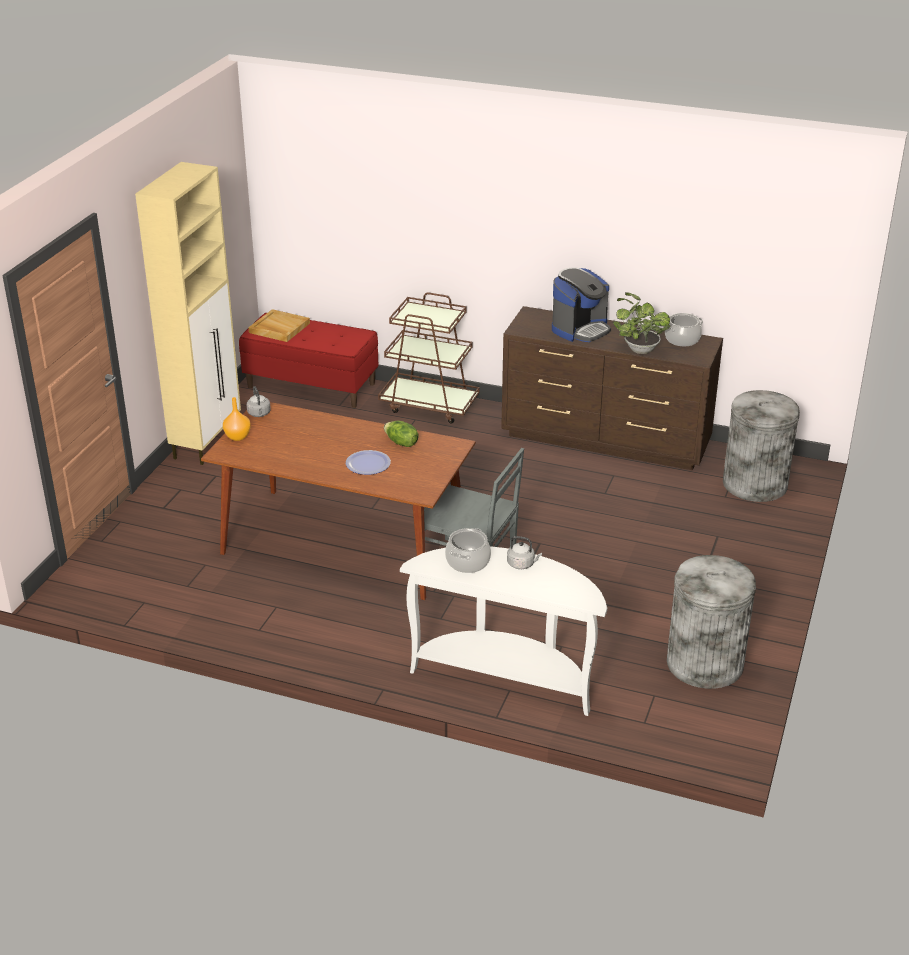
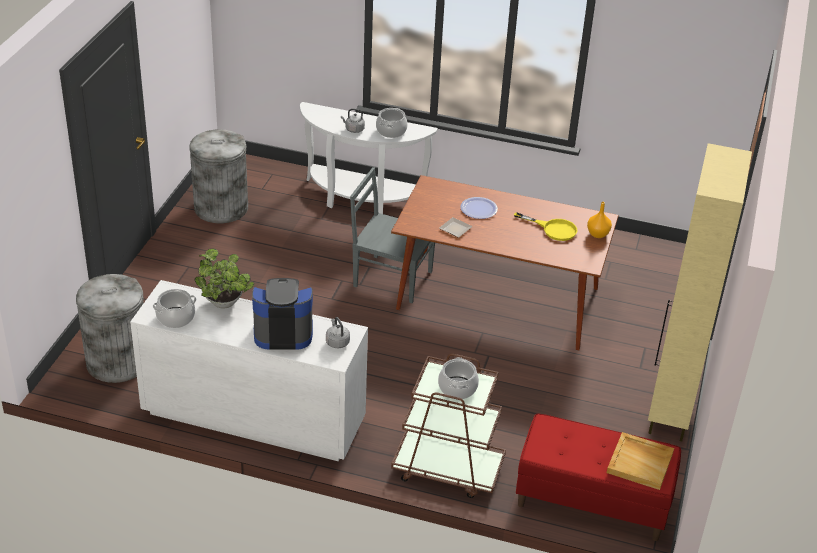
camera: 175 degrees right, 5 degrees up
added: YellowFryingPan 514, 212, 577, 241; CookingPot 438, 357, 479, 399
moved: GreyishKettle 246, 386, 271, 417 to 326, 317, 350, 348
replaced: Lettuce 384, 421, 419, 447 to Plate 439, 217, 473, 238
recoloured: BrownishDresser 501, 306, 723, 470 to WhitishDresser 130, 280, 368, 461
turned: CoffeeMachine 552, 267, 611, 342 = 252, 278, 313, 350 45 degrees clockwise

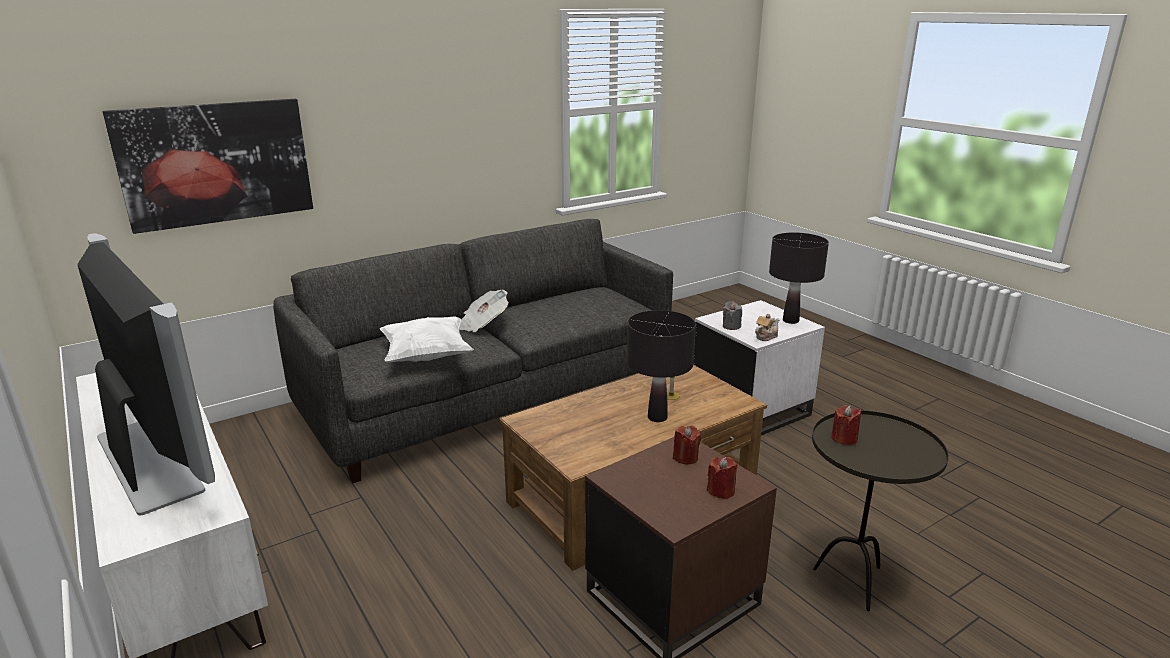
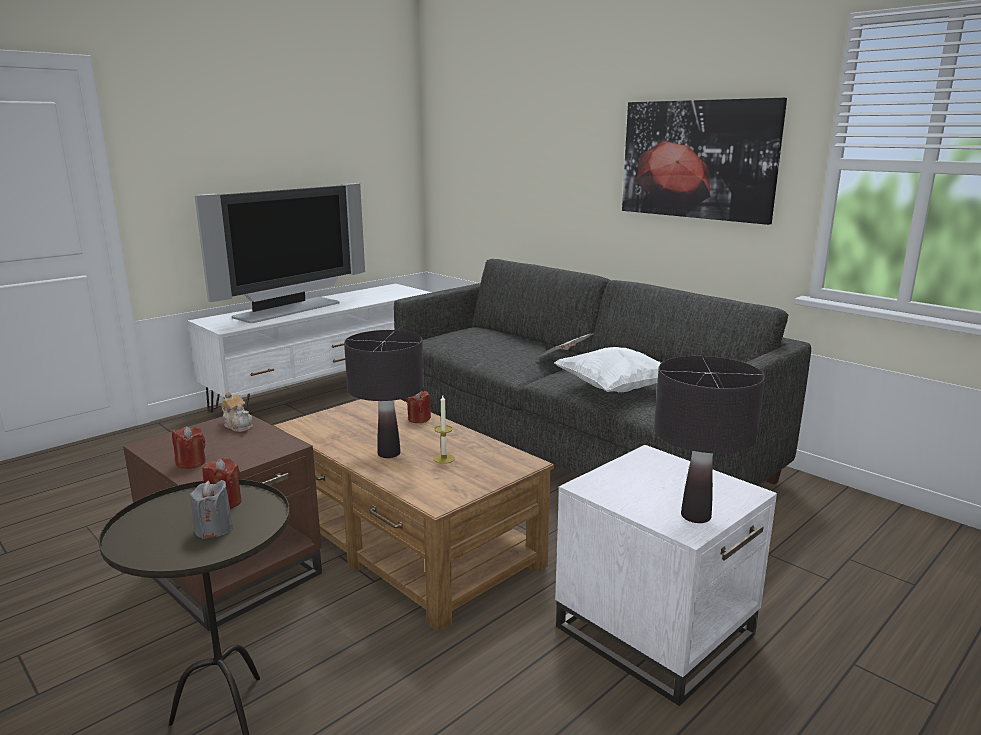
camera: 80 degrees right, 5 degrees down
moved: Picture 103, 99, 313, 234 to 622, 98, 787, 225; GreyishCandle 723, 301, 742, 330 to 190, 480, 233, 539; PotForTea 755, 314, 780, 341 to 220, 392, 253, 432; WhitishCushion 380, 316, 474, 363 to 554, 347, 661, 392; RedCandle 673, 426, 701, 464 to 407, 391, 431, 423

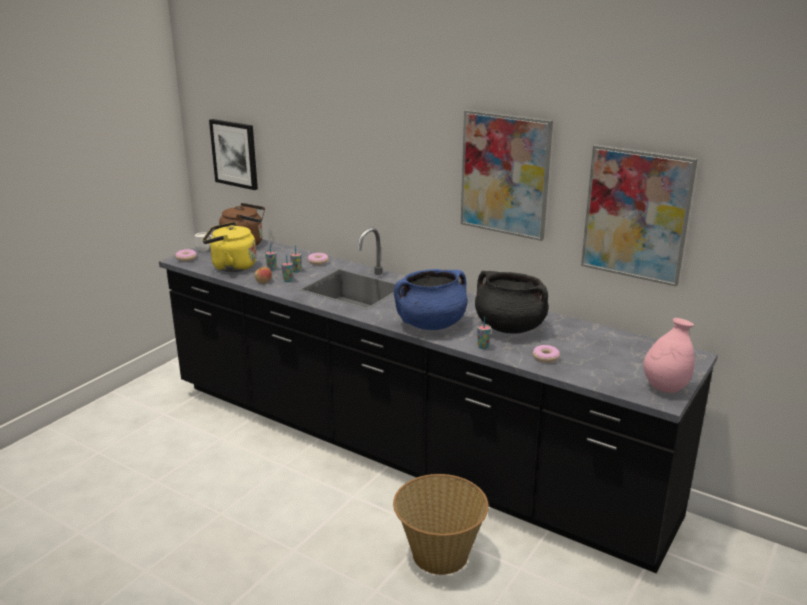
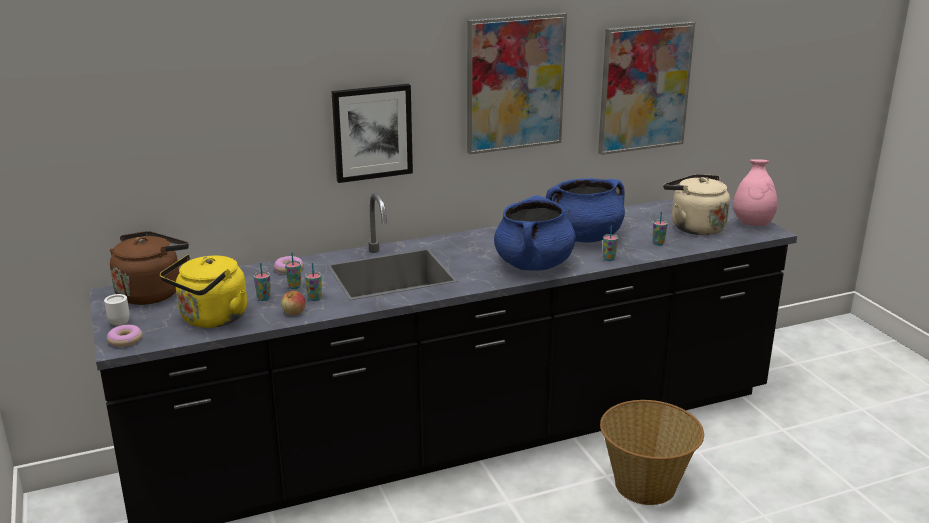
camera: 55 degrees left, 0 degrees up
added: BeigeColouredKettle 663, 174, 730, 235
moved: Picture 209, 119, 258, 190 to 331, 84, 413, 183
replaced: RingDoughnut 533, 345, 560, 363 to SmallCup 653, 211, 668, 246
recoloured: BlackCookingPot 475, 271, 549, 334 to BlueCookingPot 546, 178, 625, 243

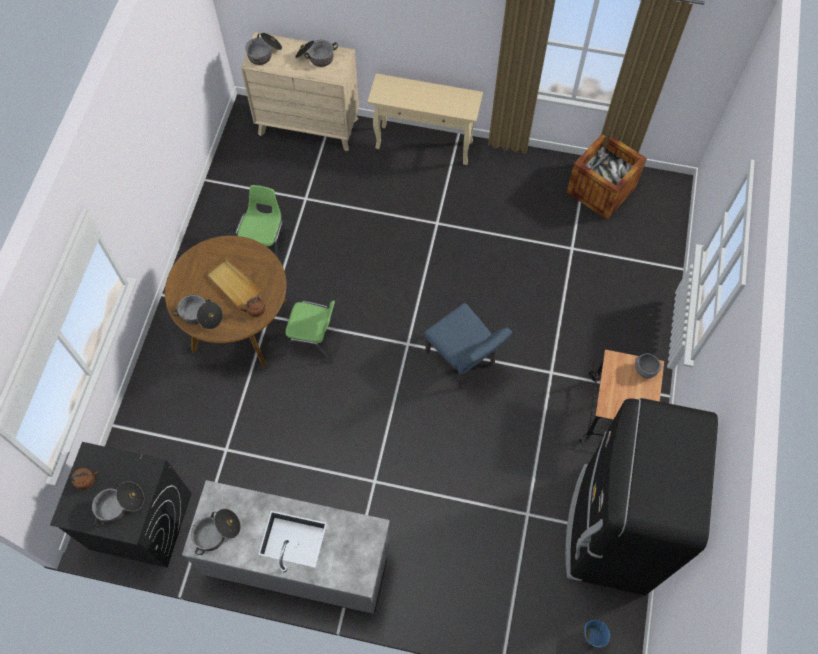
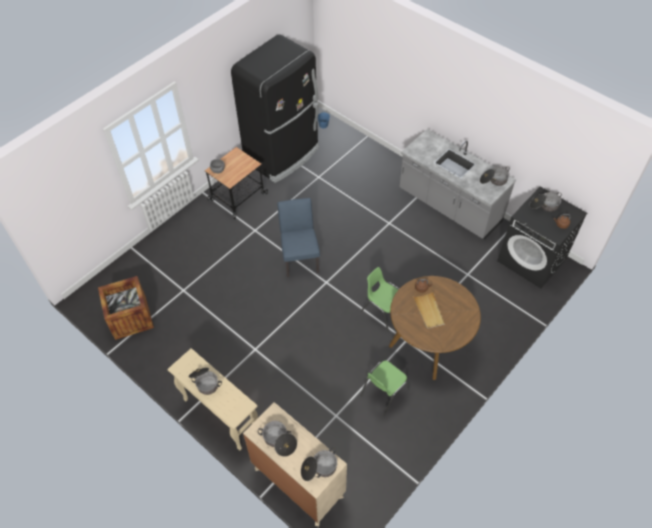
camera: 150 degrees left, 10 degrees down
moved: CookingPot 172, 294, 223, 329 to 189, 368, 222, 395

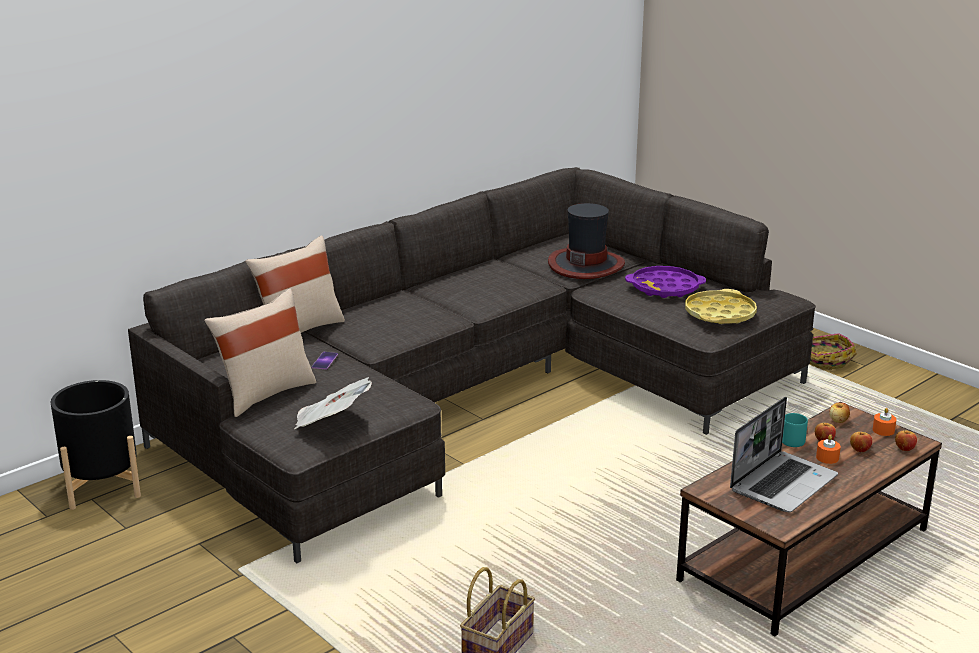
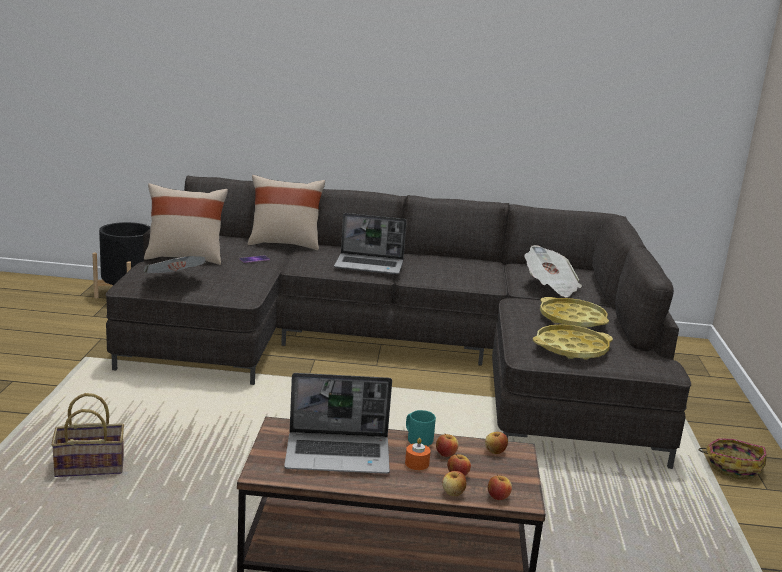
camera: 45 degrees right, 5 degrees down
removed: OrangeyCandle 873, 408, 897, 436
added: PortableComputer 334, 213, 407, 274; AppleFruit 442, 471, 466, 496
replaced: WearableHat 548, 203, 625, 279 to PrintedPaper 524, 245, 582, 297
recoloured: PurpleTray 625, 266, 706, 298 to YellowTray 540, 297, 609, 328

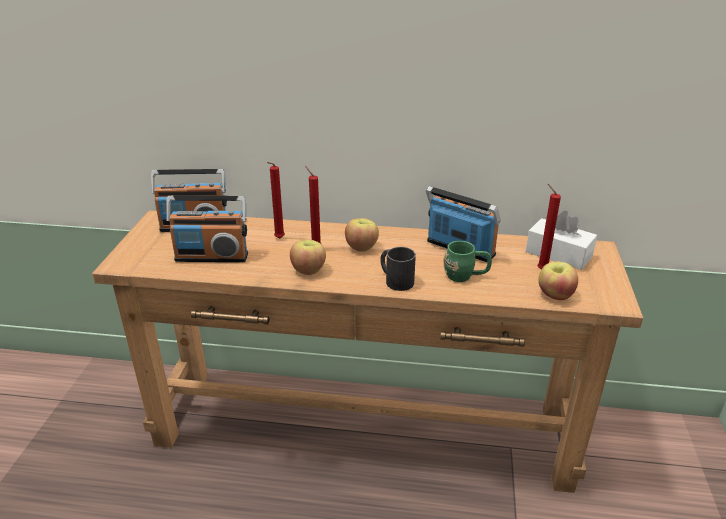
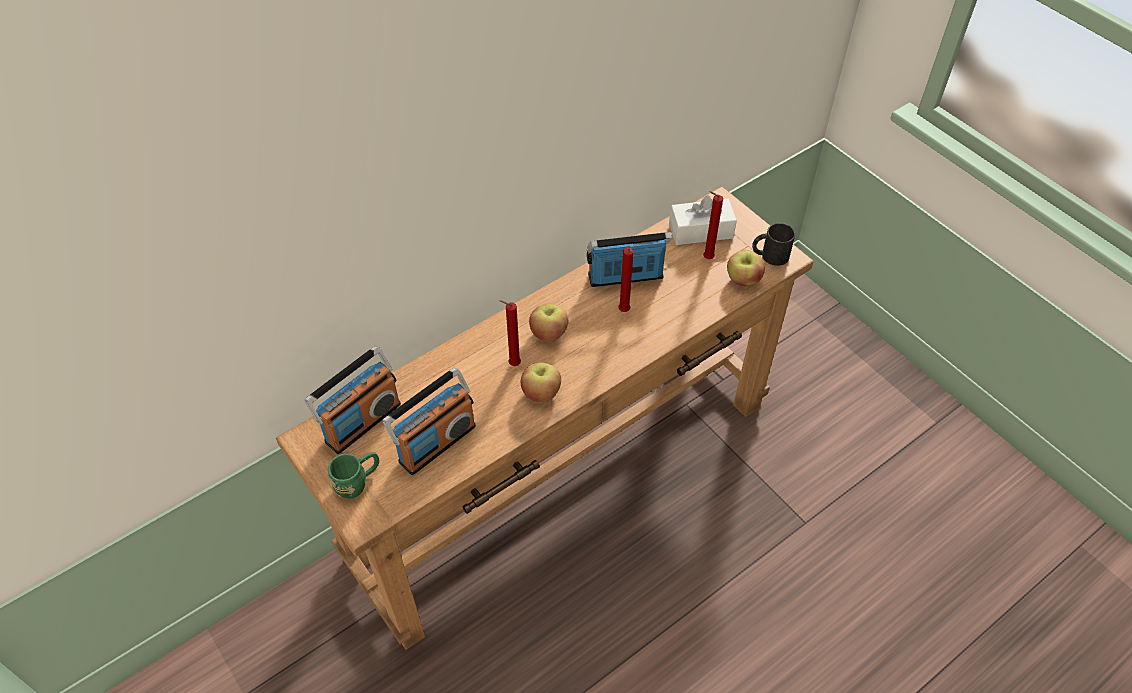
camera: 45 degrees left, 20 degrees up
moved: RedCandle 267, 162, 285, 238 to 618, 248, 634, 312; GreenColouredCoffeeMug 444, 241, 492, 282 to 328, 452, 379, 499; BlackCoffeeMug 380, 247, 416, 291 to 752, 223, 795, 266

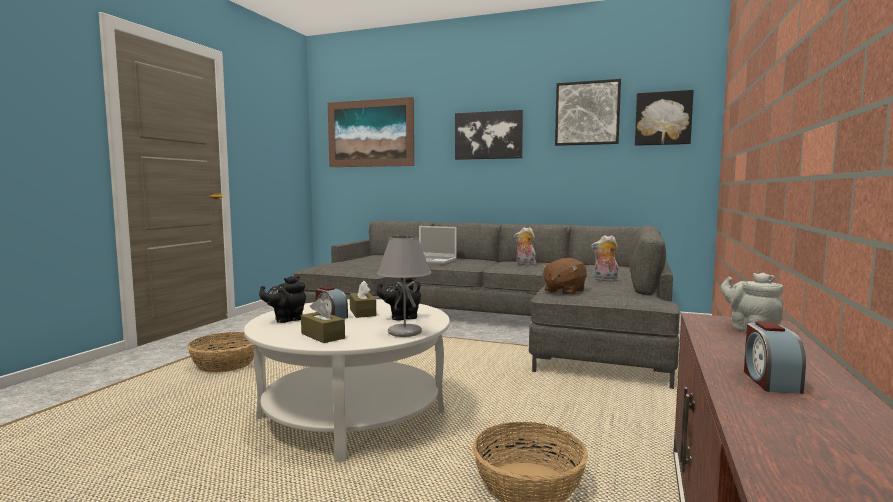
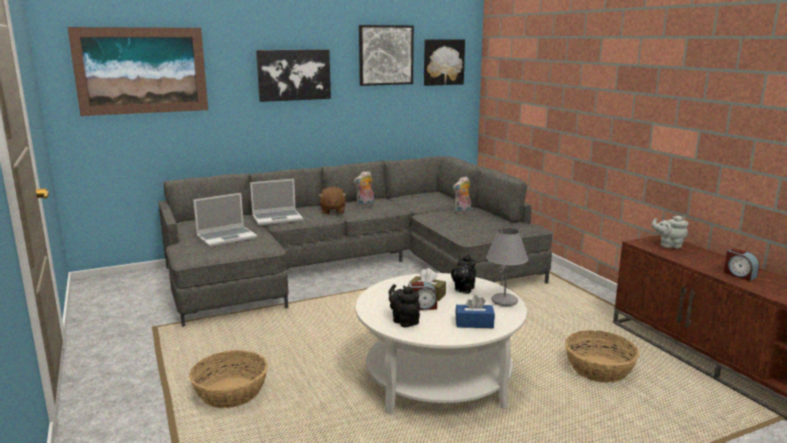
camera: 45 degrees left, 10 degrees up
added: PortableComputer 193, 193, 257, 247
moved: BrownishSoftToy 542, 258, 587, 295 to 319, 187, 347, 214
recoloured: BrownishTissueHolder 301, 298, 345, 343 to BlueTissueHolder 455, 295, 495, 328
turned: BlackPotForTea 259, 276, 306, 323 = 389, 284, 420, 327 135 degrees clockwise

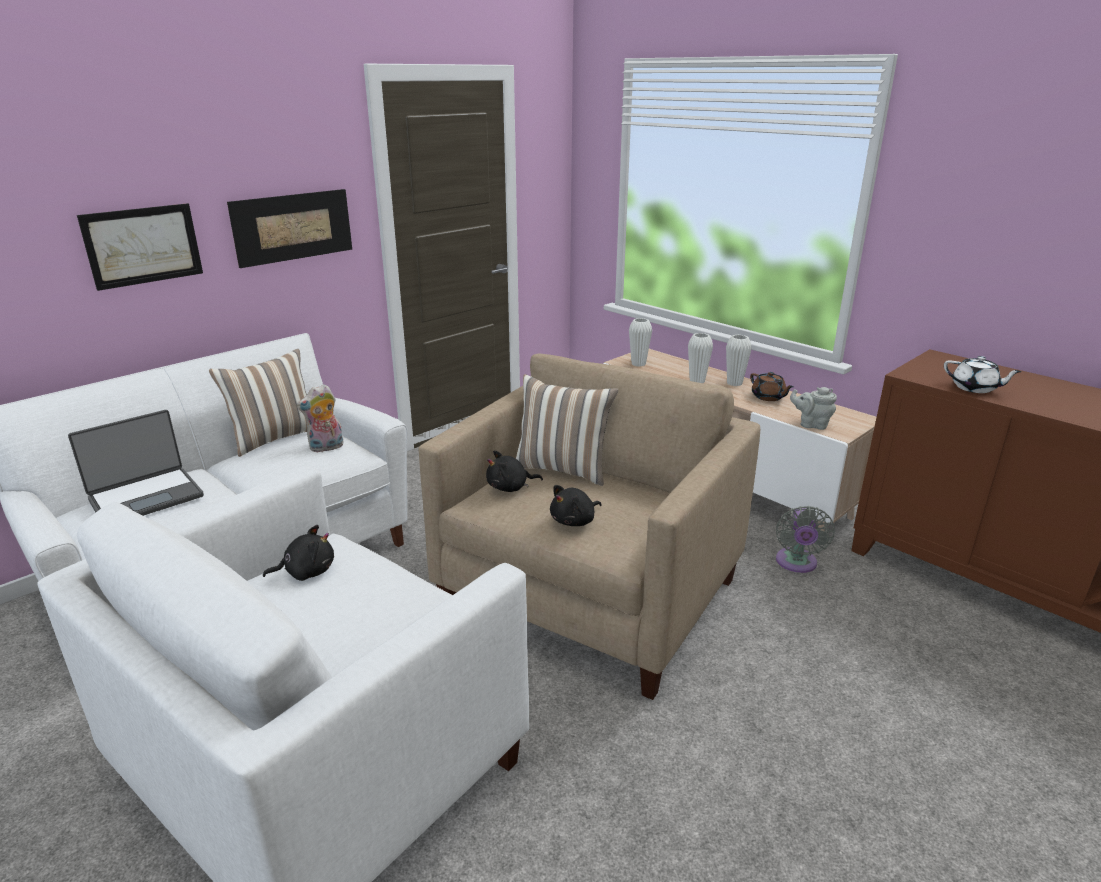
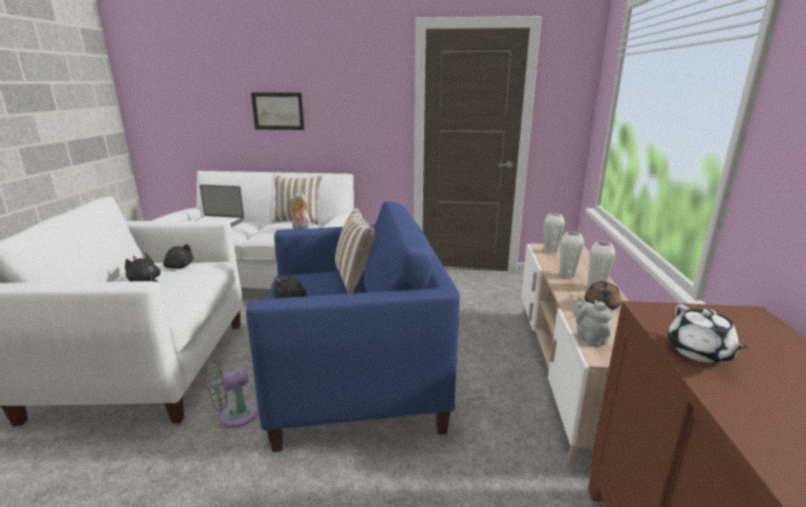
camera: 50 degrees right, 5 degrees down
removed: Picture 227, 189, 352, 268
moved: BlackSoftToy 486, 450, 543, 492 to 125, 253, 161, 282; GreyishElectricFan 776, 506, 835, 573 to 205, 361, 257, 428
recoloured: BeigeColouredEasyChair 419, 354, 760, 700 to BlueEasyChair 246, 201, 460, 452

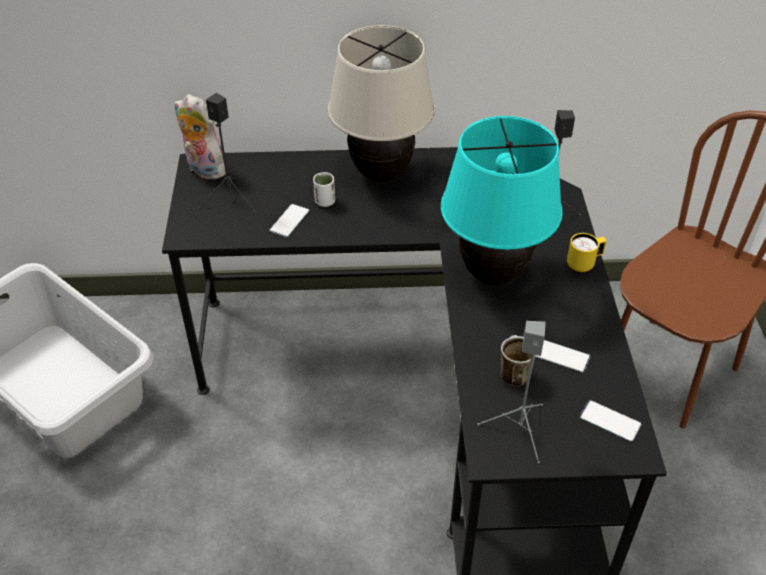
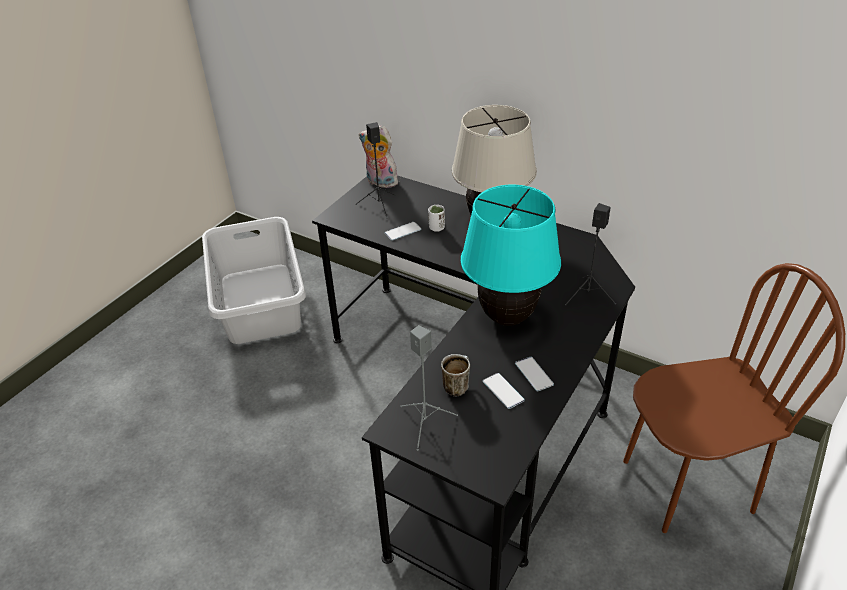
camera: 35 degrees right, 5 degrees down
removed: YellowCoffeeMug 567, 233, 607, 273
moved: Telephone 580, 400, 642, 442 to 515, 356, 554, 392
turned: SoftToy 174, 94, 226, 180 = 359, 125, 398, 188 45 degrees counterclockwise

